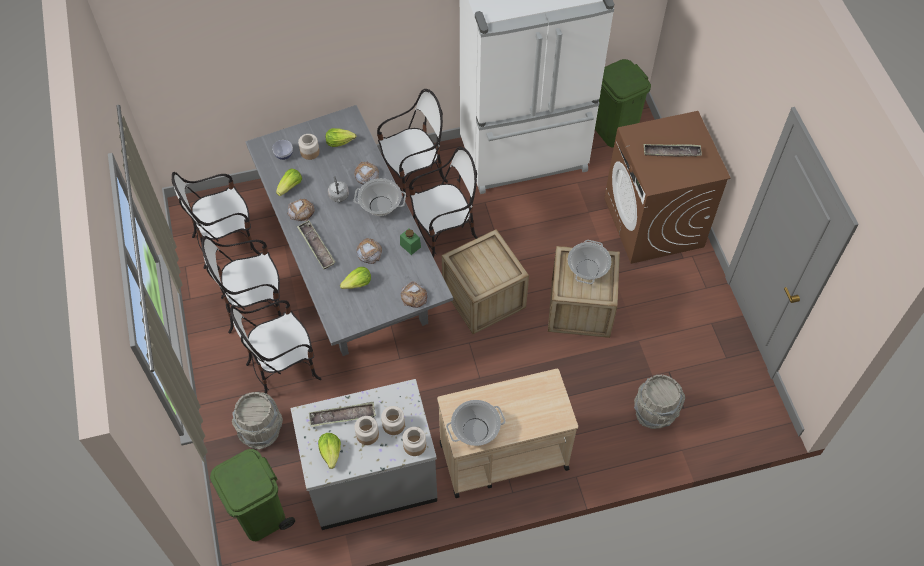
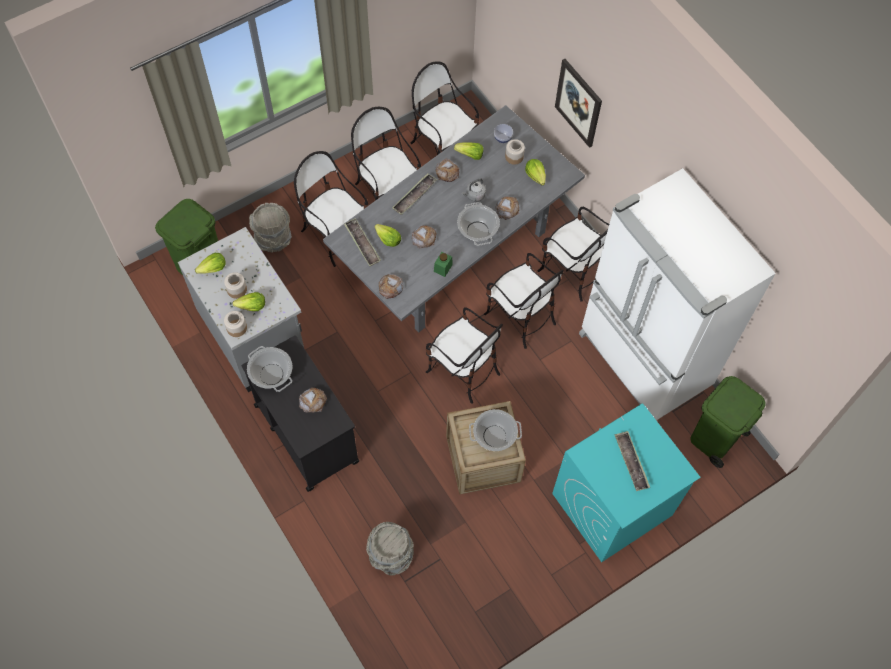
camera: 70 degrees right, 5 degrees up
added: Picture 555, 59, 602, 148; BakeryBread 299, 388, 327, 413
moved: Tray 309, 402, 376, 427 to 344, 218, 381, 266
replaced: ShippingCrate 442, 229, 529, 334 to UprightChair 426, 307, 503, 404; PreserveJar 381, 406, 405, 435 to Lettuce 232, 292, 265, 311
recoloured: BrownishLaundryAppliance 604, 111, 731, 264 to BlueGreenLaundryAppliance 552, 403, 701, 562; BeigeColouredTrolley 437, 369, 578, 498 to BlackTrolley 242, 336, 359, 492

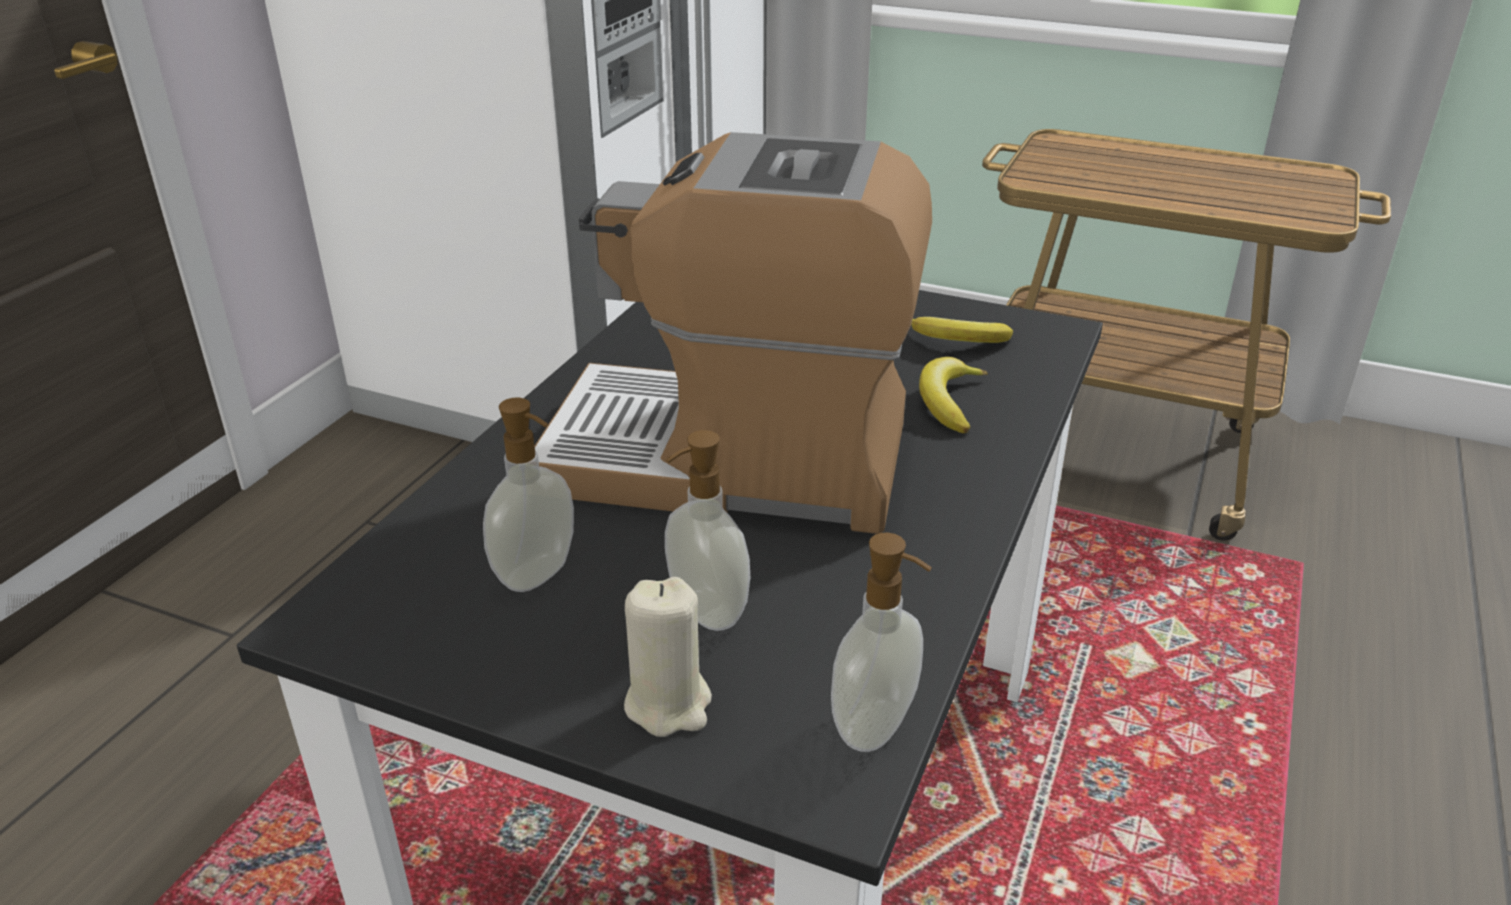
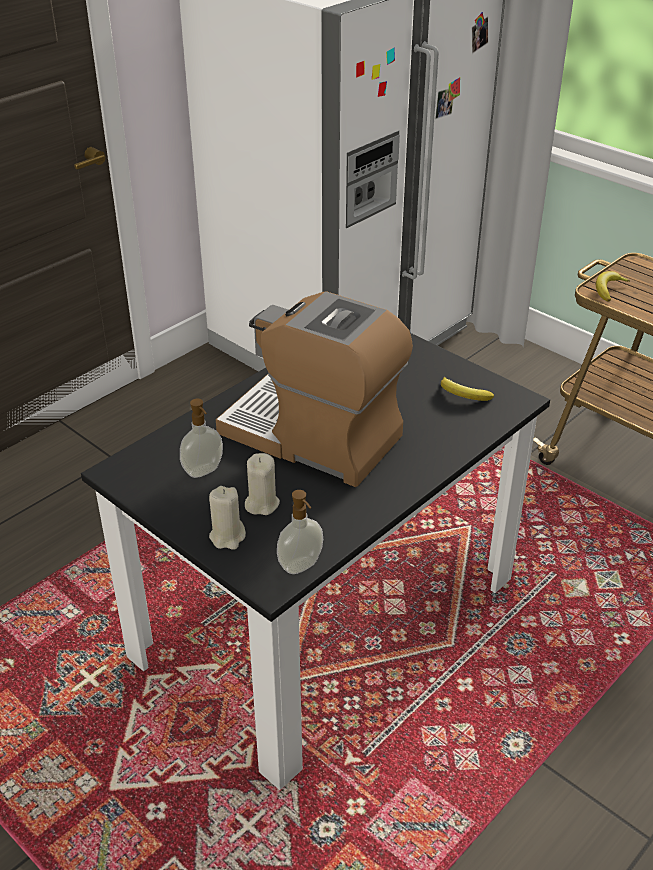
camera: 20 degrees right, 5 degrees up
moved: Banana 919, 357, 988, 433 to 596, 271, 630, 302
replaced: SoapDispenser 665, 430, 750, 631 to BeigeColouredCandle 245, 453, 280, 515

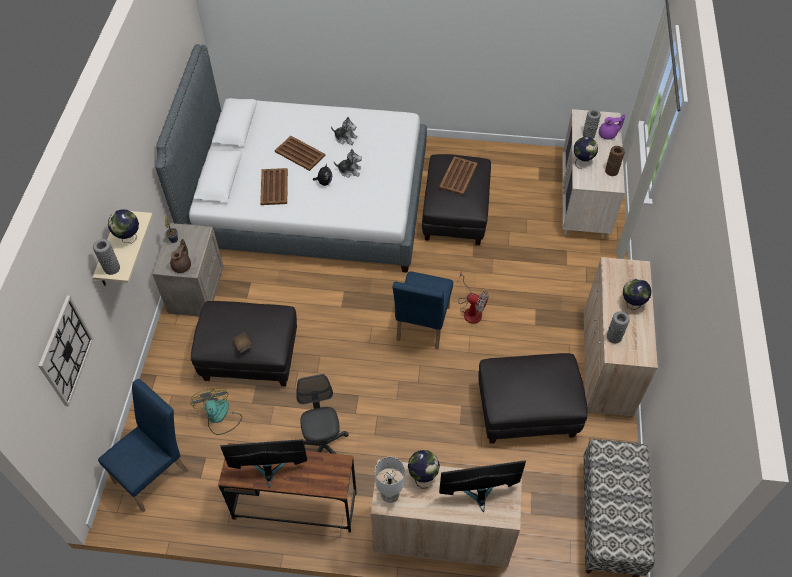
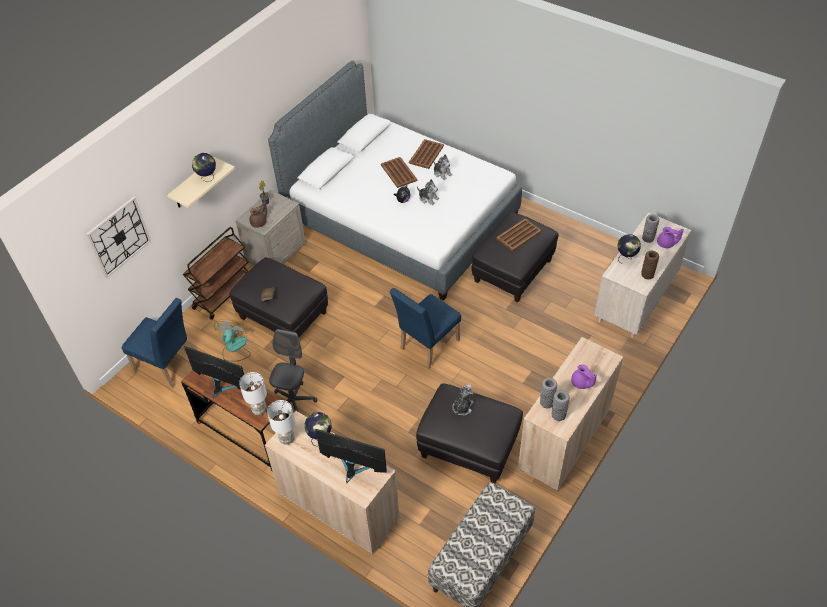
camera: 30 degrees right, 5 degrees down
removed: ElectricFan 458, 271, 489, 324
added: BrownishTrolley 183, 227, 249, 320; WhitishLampForATable 239, 372, 267, 415; SoftToy 452, 385, 474, 415
moved: BrownishTray 260, 168, 288, 205 to 409, 139, 444, 169; GreyishDecorativeVase 93, 239, 120, 275 to 552, 390, 569, 421
replaced: Globe 623, 278, 652, 310 to PurplePotForTea 571, 364, 597, 389
turned: BlueUprightChair 98, 379, 189, 512 = 122, 298, 189, 388 45 degrees clockwise

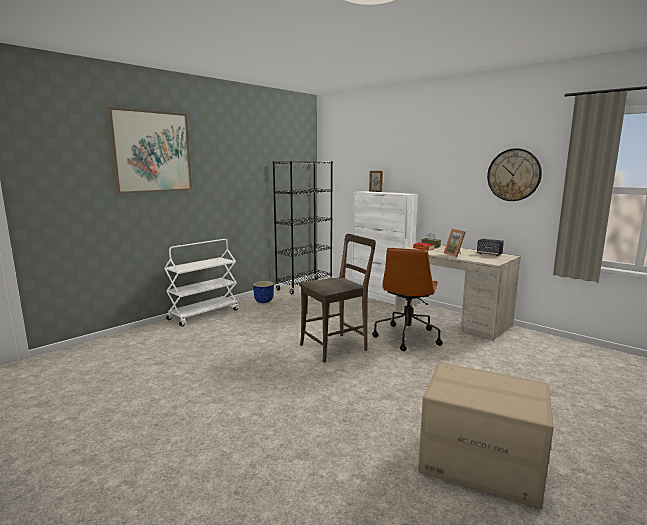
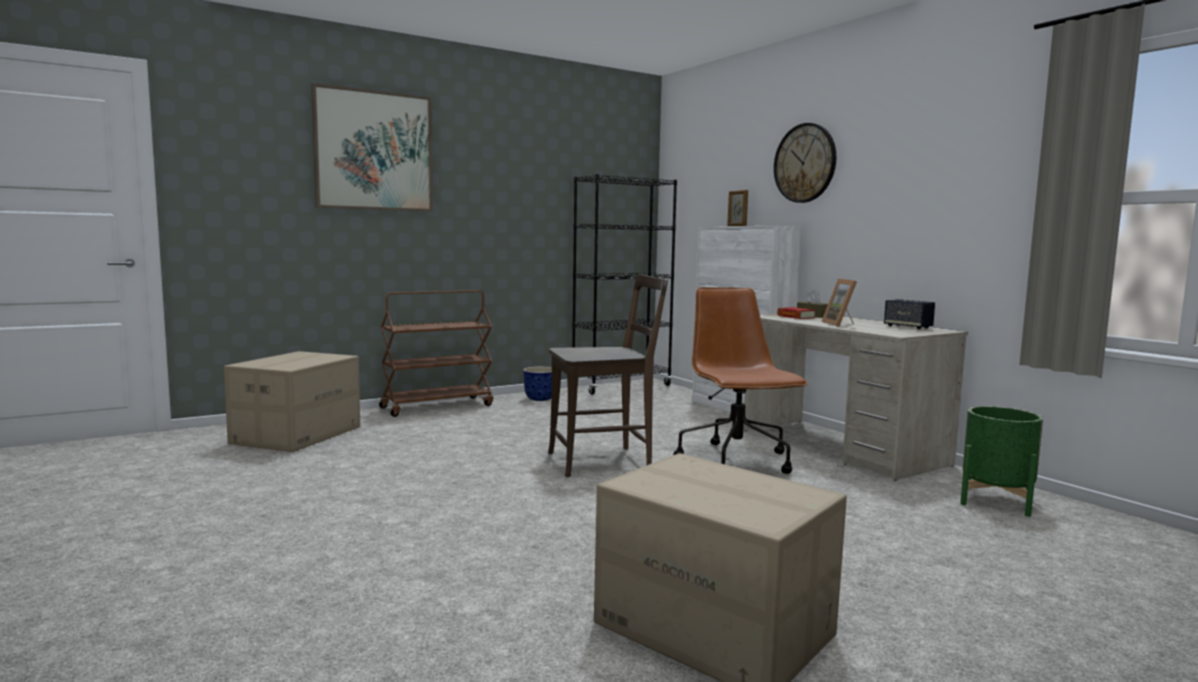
camera: 15 degrees right, 5 degrees down
added: Carton 224, 351, 360, 452; GreenColouredPlantPot 960, 406, 1043, 517
moved: HangingClock 487, 148, 542, 201 to 774, 123, 836, 203
recoloured: WhitishTrolley 164, 239, 239, 327 to BrownishTrolley 379, 290, 493, 417
turned: BrownishDeskChair 372, 248, 443, 351 = 673, 287, 808, 474 135 degrees clockwise

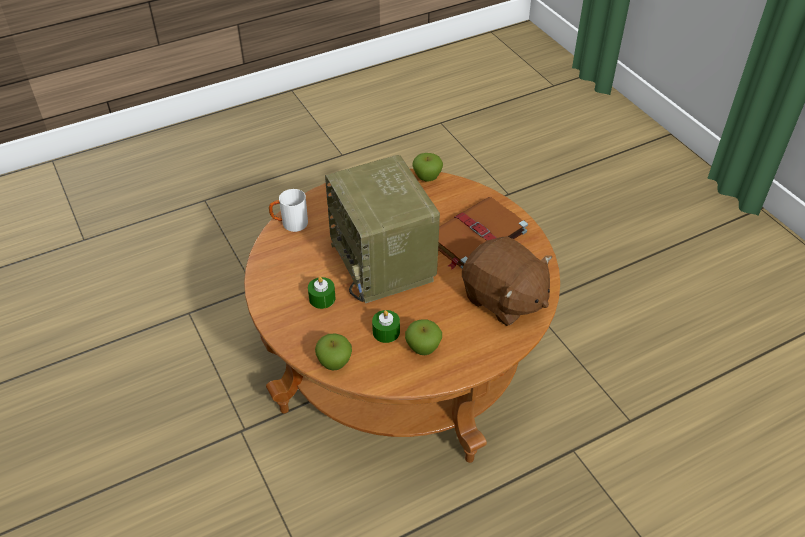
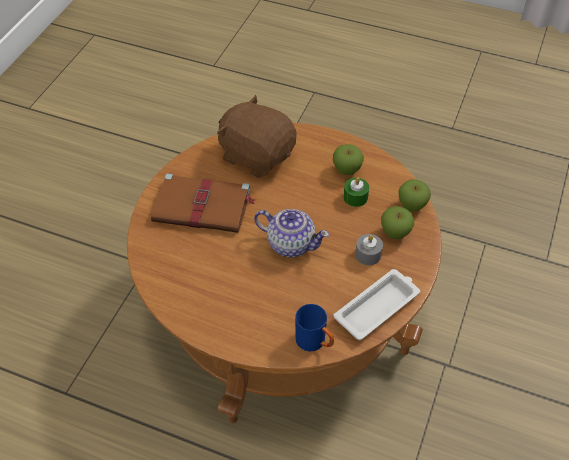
camera: 130 degrees left, 5 degrees up
added: WhitishTray 334, 269, 420, 340
moved: AppleFruit 412, 153, 443, 182 to 381, 206, 414, 240
replaced: RadioReceiver 325, 155, 440, 303 to PotForTea 254, 209, 329, 257
recoloured: WhitishCoffeeMug 269, 189, 308, 232 to BlueCoffeeMug 295, 304, 334, 351; GreenColouredCandle 308, 277, 335, 309 to GreyishCandle 355, 234, 383, 265
turned: BrownishSoftToy 462, 236, 552, 326 = 217, 95, 297, 178 60 degrees counterclockwise

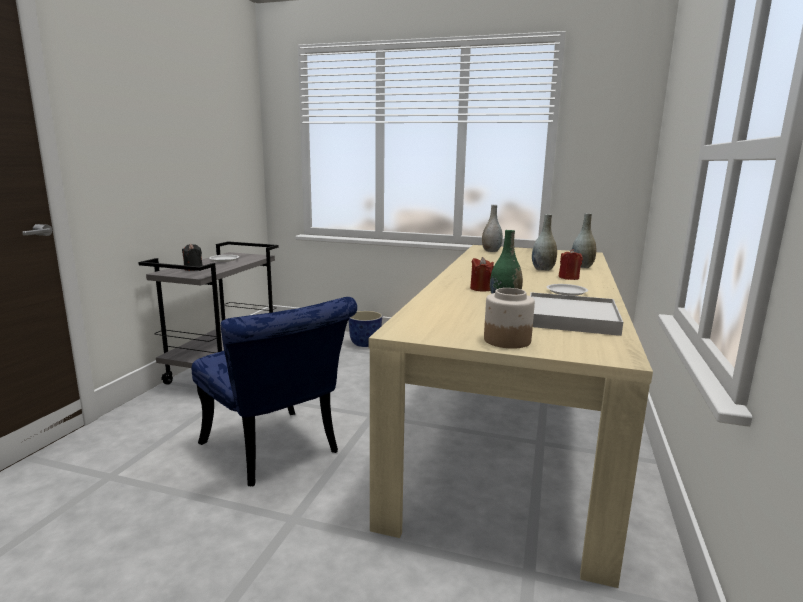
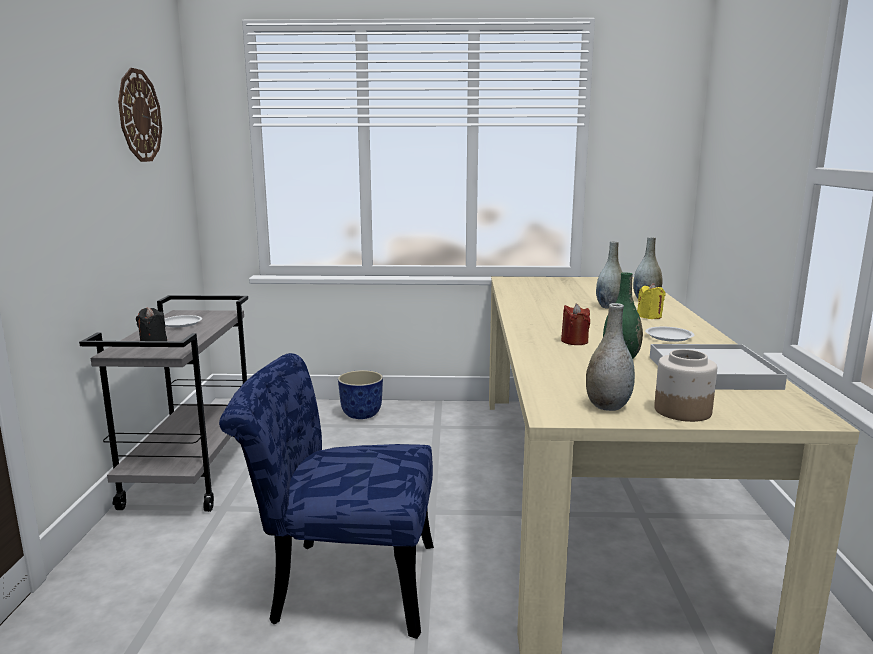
camera: 15 degrees left, 0 degrees up
added: HangingClock 118, 68, 162, 162
moved: GreyishDecorativeVase 482, 205, 503, 252 to 586, 303, 635, 411
recoloured: RedCandle 559, 249, 583, 280 to YellowCandle 637, 283, 666, 319
turned: BlueUprightChair 192, 297, 357, 486 = 219, 353, 434, 639 150 degrees clockwise

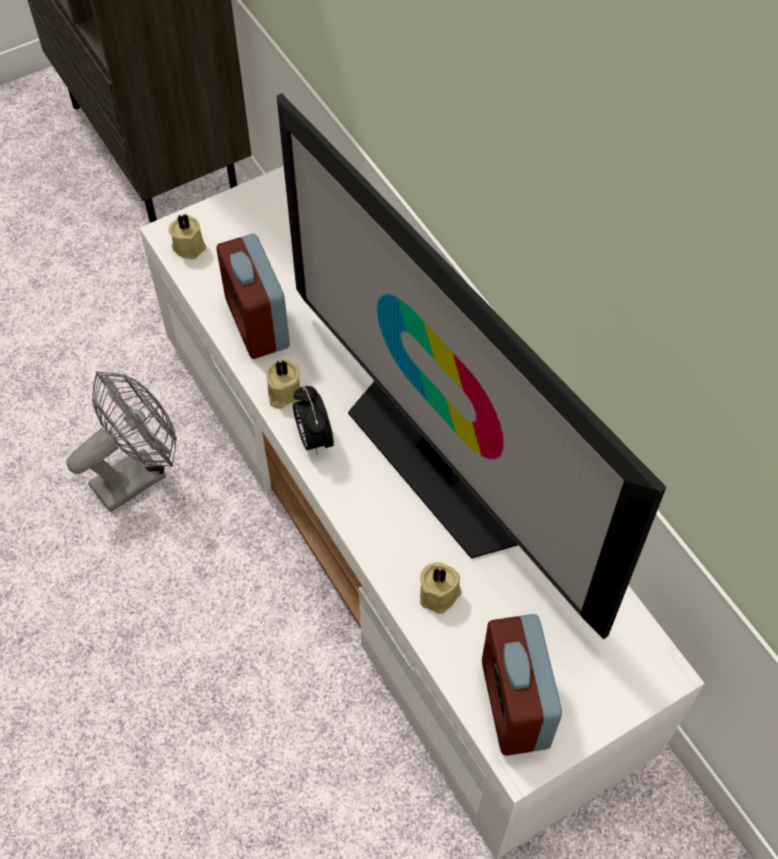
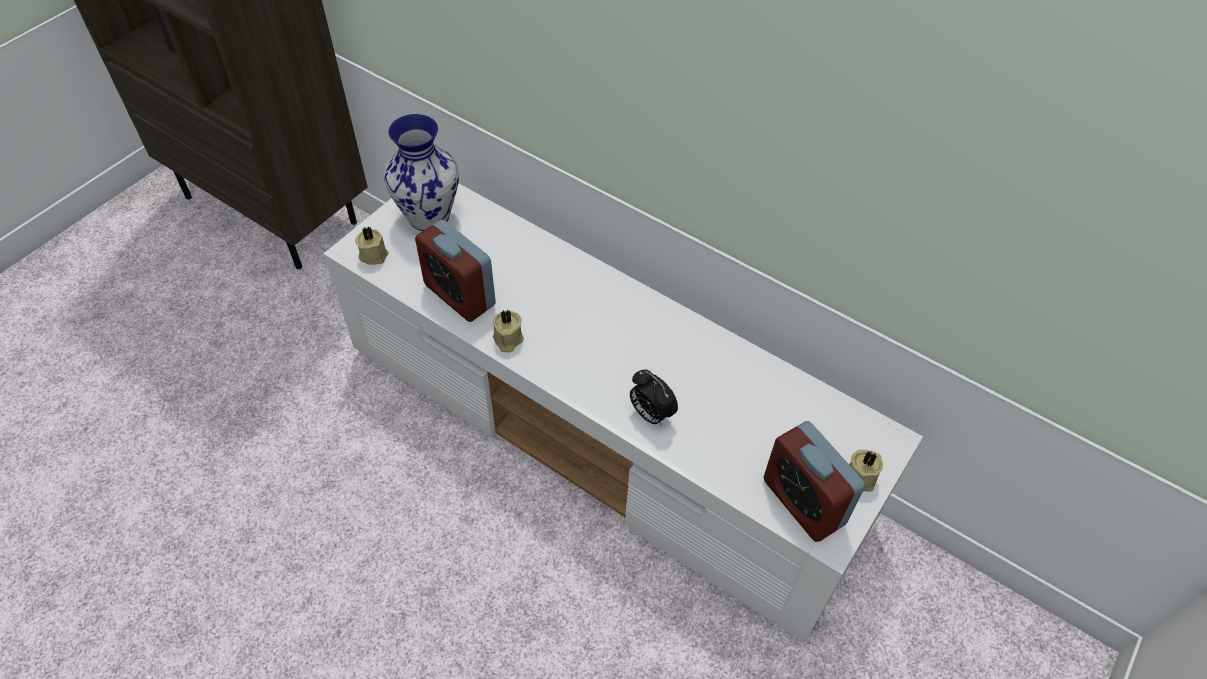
camera: 25 degrees left, 5 degrees down
removed: TvSet 277, 93, 666, 639; GreyishElectricFan 66, 371, 177, 512
added: DecorativeVase 384, 114, 459, 231
moved: TableClock 293, 386, 334, 456 to 630, 369, 678, 427; BeigeColouredCandle 420, 562, 462, 614 to 849, 450, 883, 492

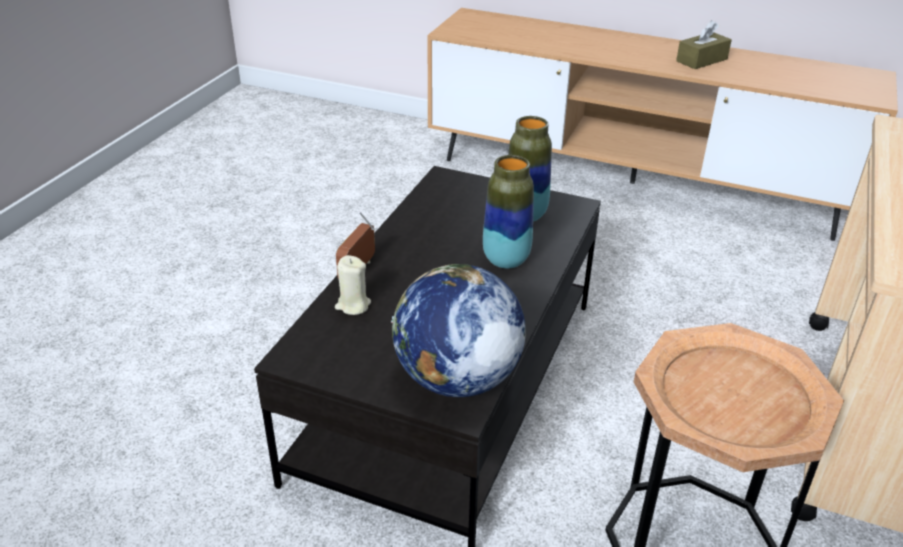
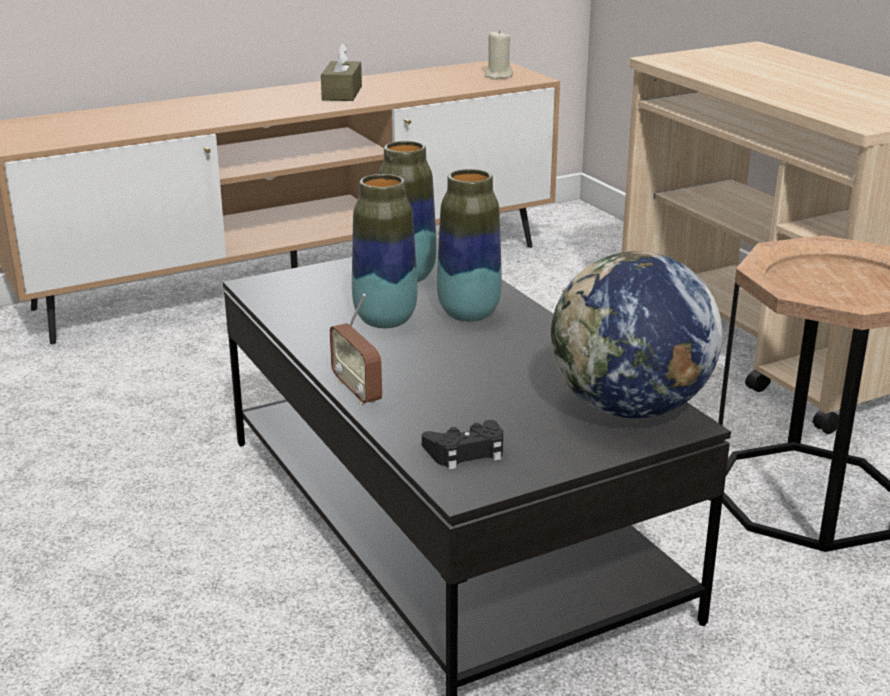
camera: 50 degrees left, 10 degrees down
added: DecorativeVase 352, 174, 417, 328; BlackGamepad 422, 420, 503, 470
moved: BeigeColouredCandle 335, 255, 371, 315 to 485, 30, 513, 79

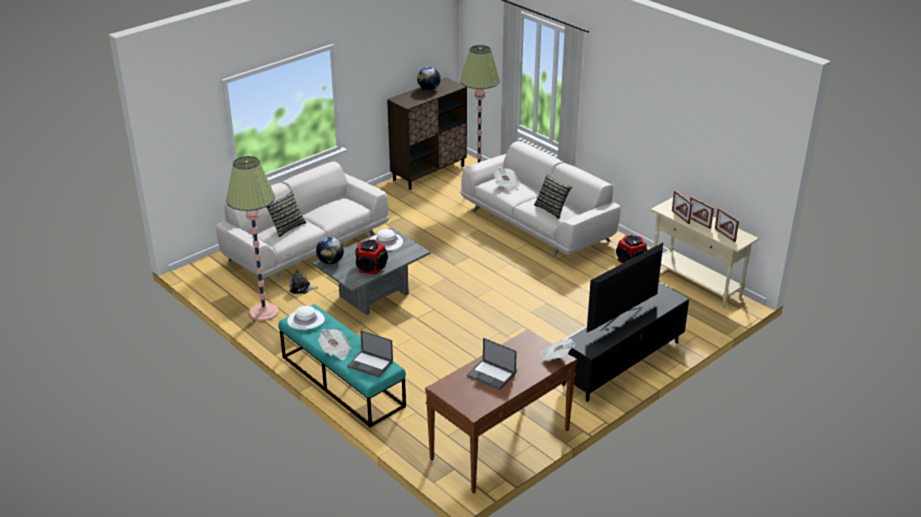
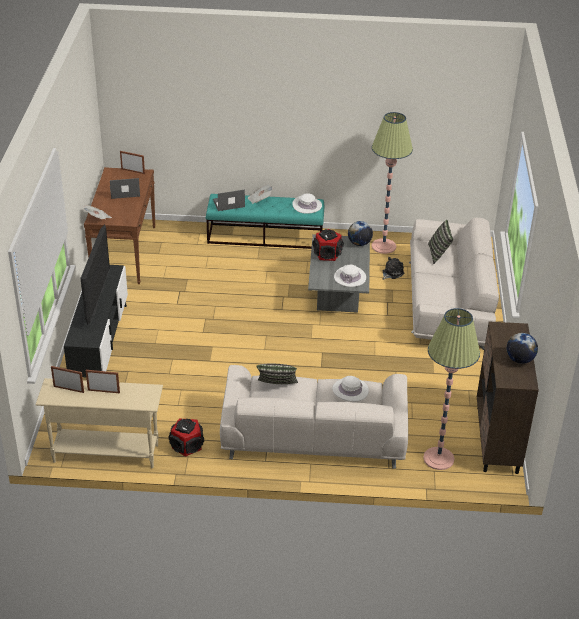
camera: 135 degrees right, 5 degrees up
moved: StandingFrame 672, 190, 693, 224 to 120, 151, 145, 174
replaced: PrintedPaper 494, 167, 520, 192 to WhitishWearableHat 332, 376, 369, 402

